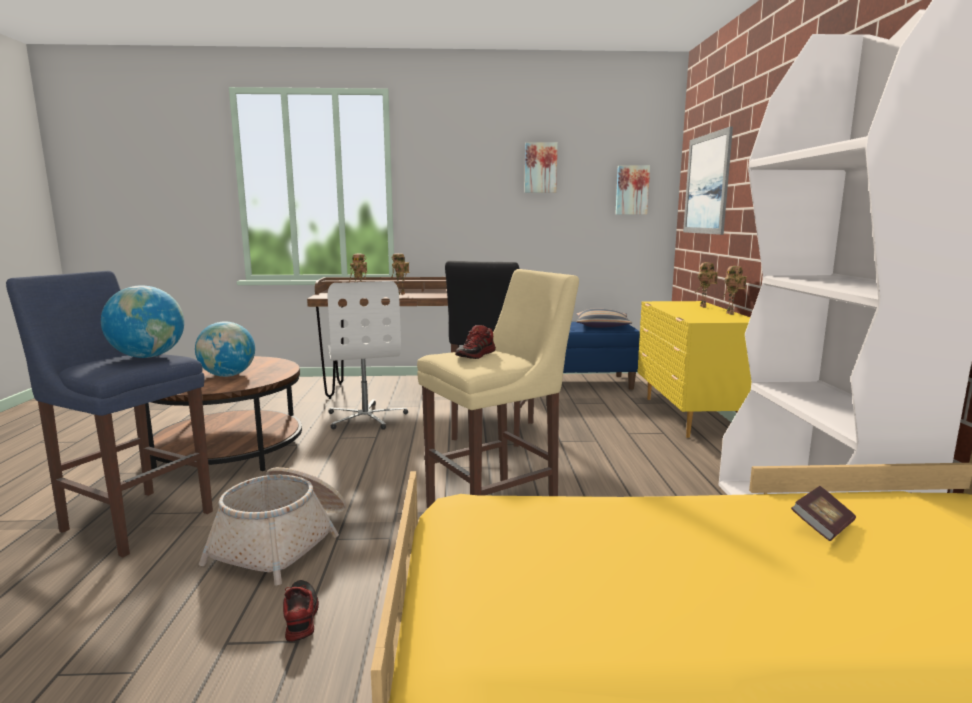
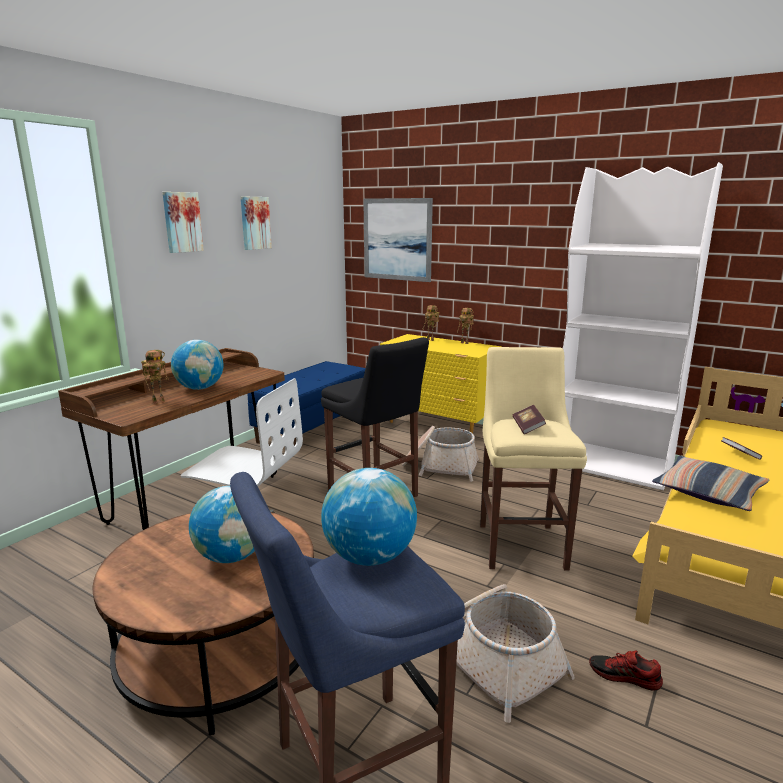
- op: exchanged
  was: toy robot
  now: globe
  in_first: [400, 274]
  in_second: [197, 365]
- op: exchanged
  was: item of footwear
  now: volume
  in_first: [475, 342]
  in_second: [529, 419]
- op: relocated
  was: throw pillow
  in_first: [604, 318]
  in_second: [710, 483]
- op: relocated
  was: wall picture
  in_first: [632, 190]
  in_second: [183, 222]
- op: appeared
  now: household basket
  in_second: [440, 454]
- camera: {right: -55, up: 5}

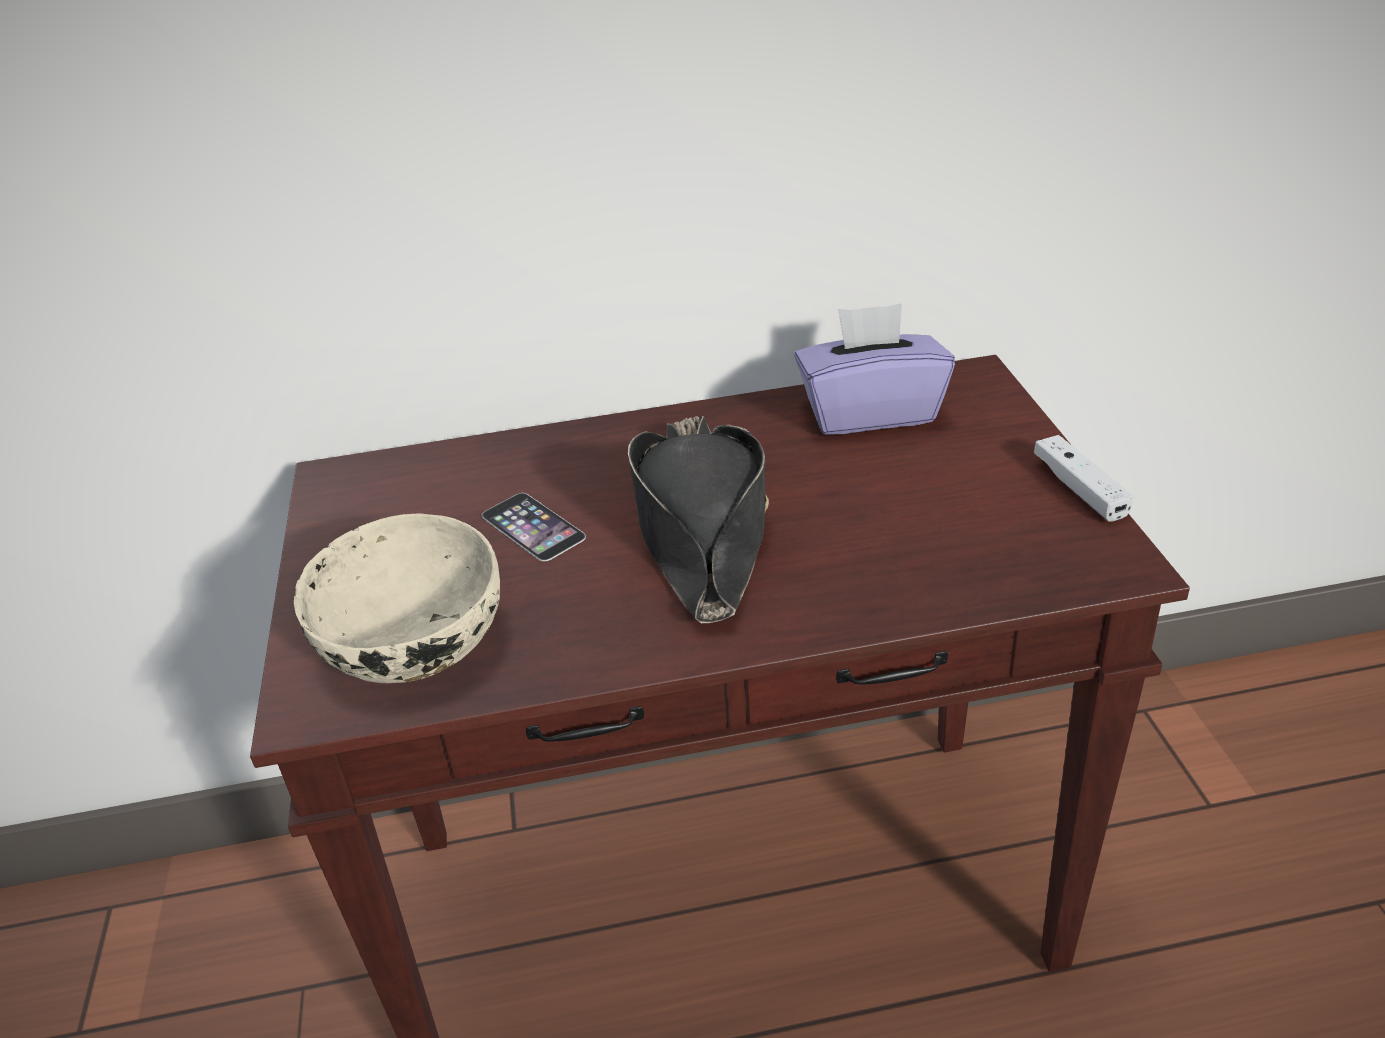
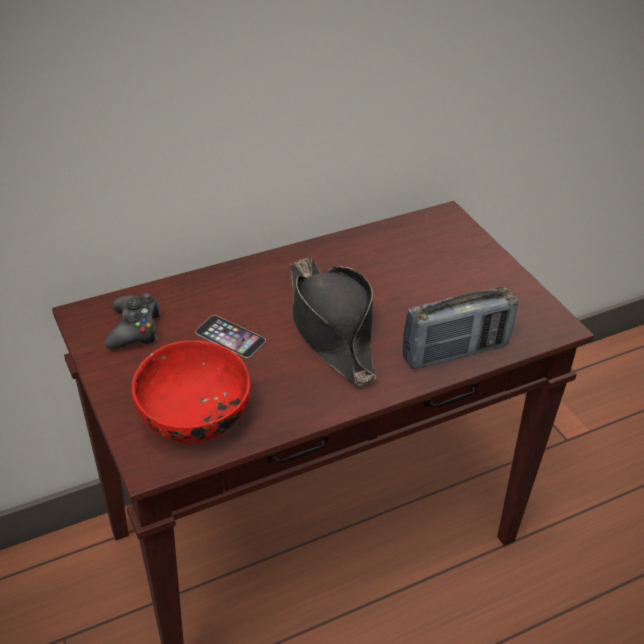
- op: colour
  was: beige-coloured serving bowl
  now: reddish serving bowl
  in_first: [397, 598]
  in_second: [191, 392]
- op: missing
  was: purplish box of tissues
  in_first: [874, 369]
- op: missing
  was: white joypad
  in_first: [1084, 478]
- op: appeared
  now: black-coloured joypad
  in_second: [133, 321]
- op: appeared
  now: radio receiver
  in_second: [460, 328]
- camera: {right: -20, up: 5}

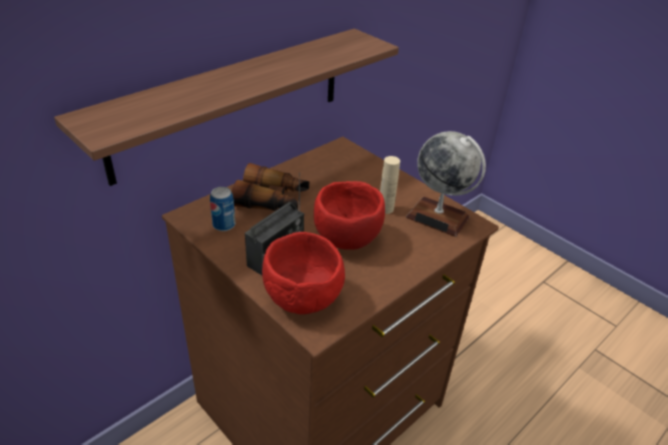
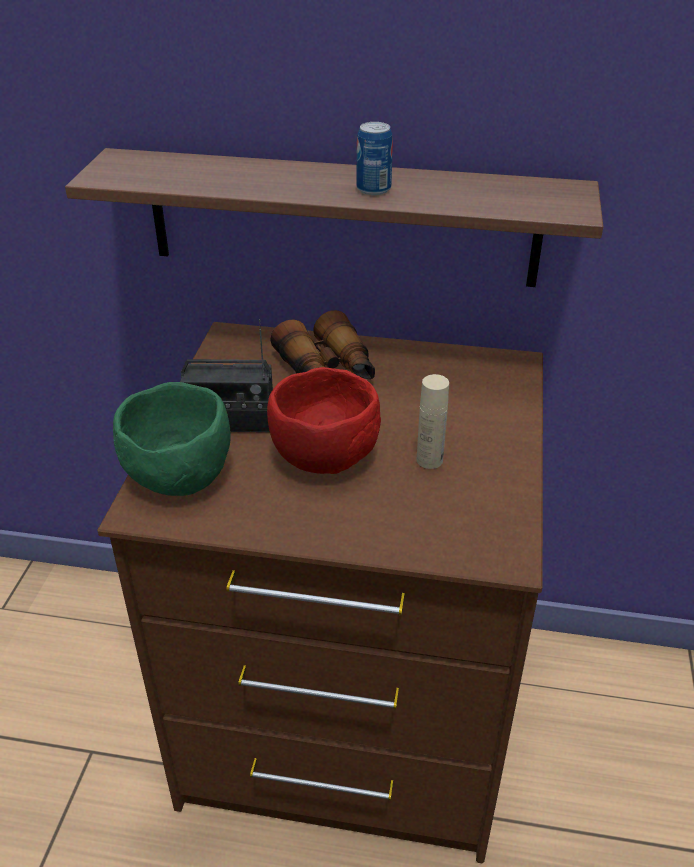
- op: relocated
  was: metal can
  in_first: [222, 209]
  in_second: [375, 158]
- op: colour
  was: reddish serving bowl
  now: green serving bowl
  in_first: [303, 273]
  in_second: [172, 439]
- op: missing
  was: globe
  in_first: [446, 184]
- camera: {right: 55, up: 0}

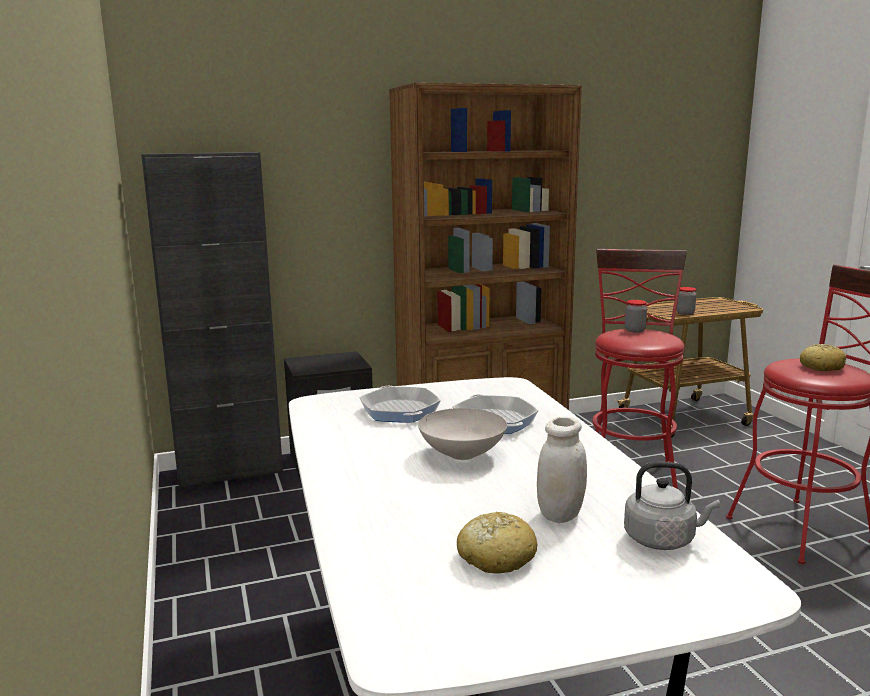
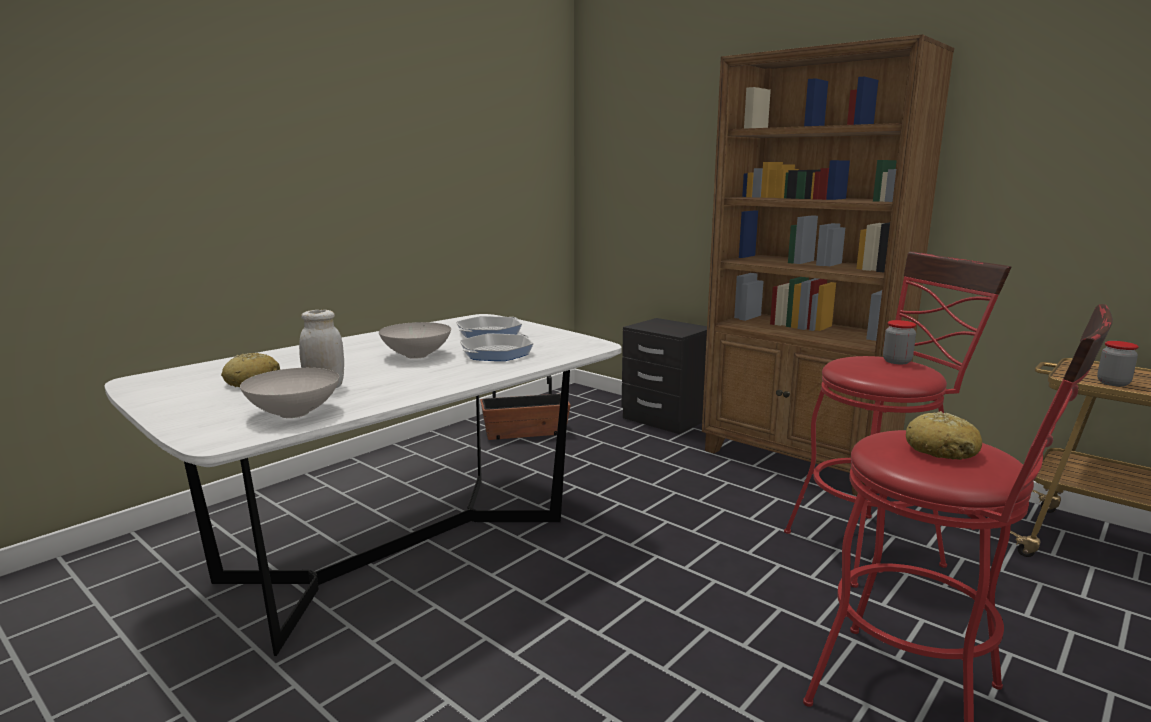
- op: missing
  was: black-coloured storage cabinet
  in_first: [212, 320]
- op: exchanged
  was: greyish kettle
  now: white serving bowl
  in_first: [672, 506]
  in_second: [289, 393]
- op: appeared
  now: flower pot
  in_second: [525, 407]
- camera: {right: 60, up: 0}

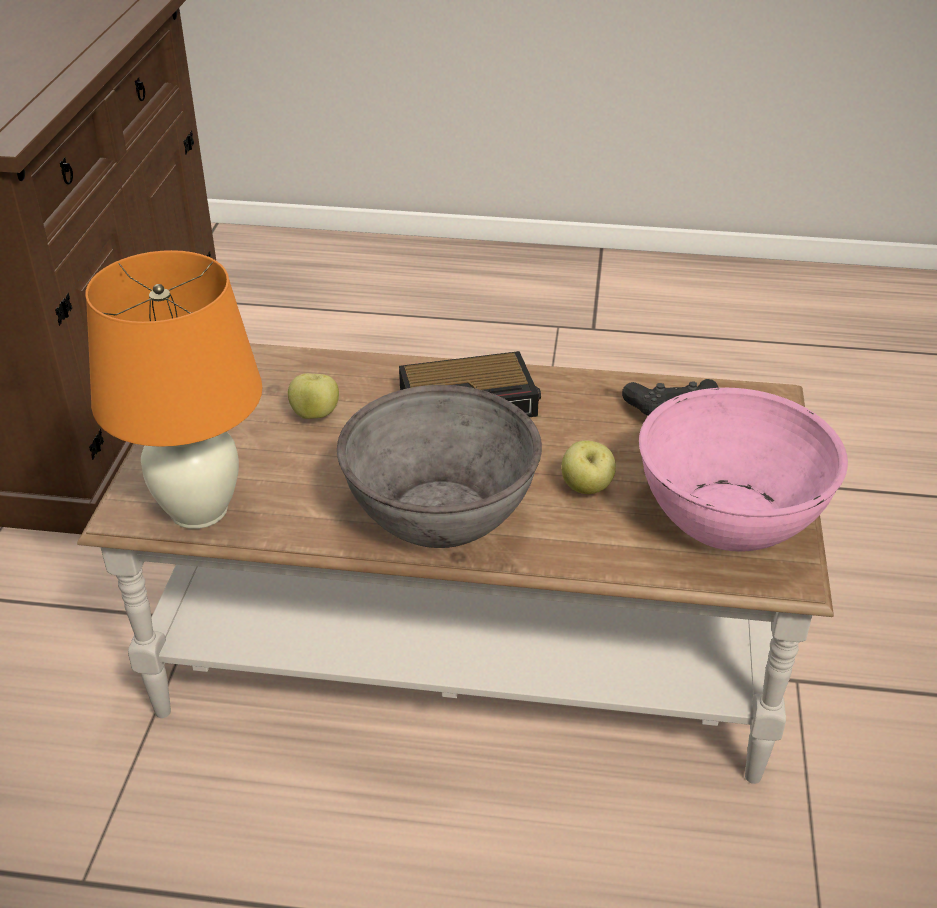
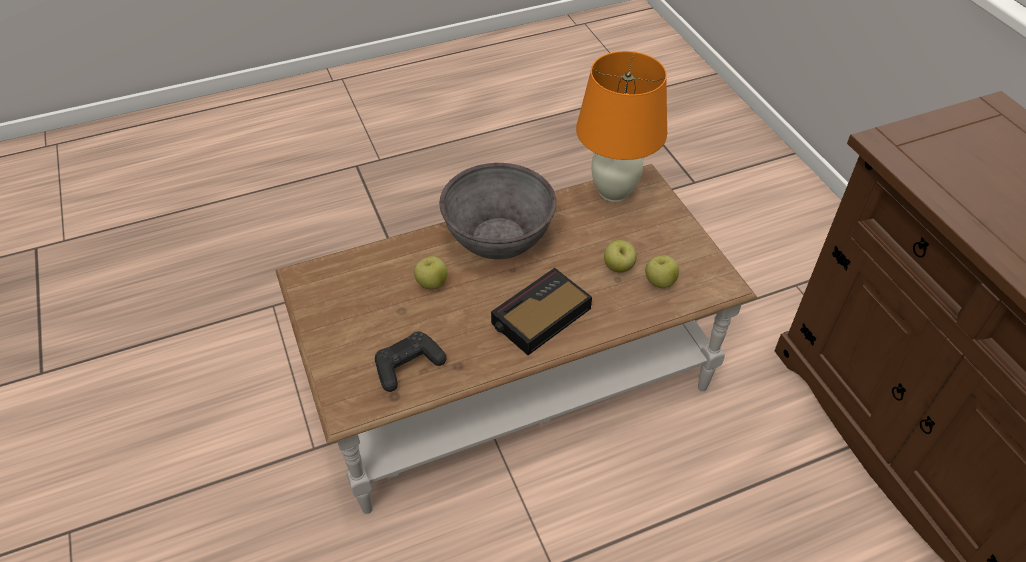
- op: missing
  was: pink-coloured serving bowl
  in_first: [743, 470]
- op: appeared
  now: apple fruit
  in_second: [662, 271]
- camera: {right: 150, up: 10}

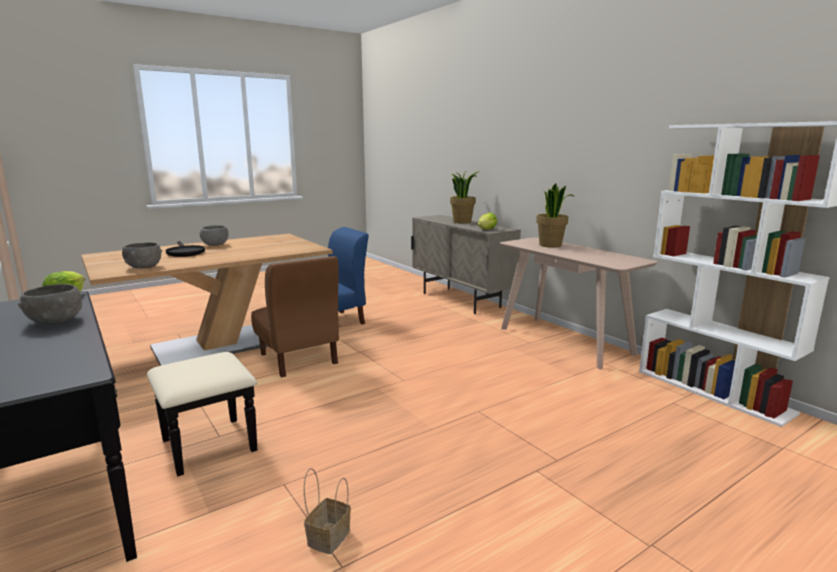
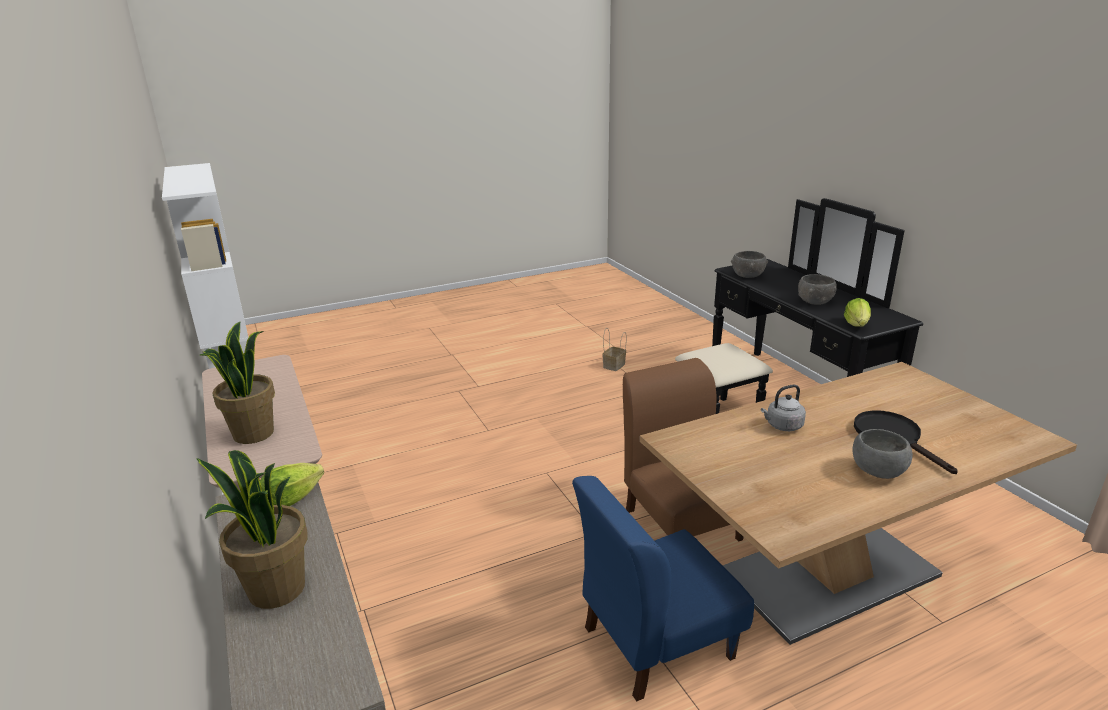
- op: relocated
  was: greyish serving bowl
  in_first: [142, 255]
  in_second: [749, 264]
- op: appeared
  now: greyish kettle
  in_second: [783, 407]
- camera: {right: -170, up: 10}

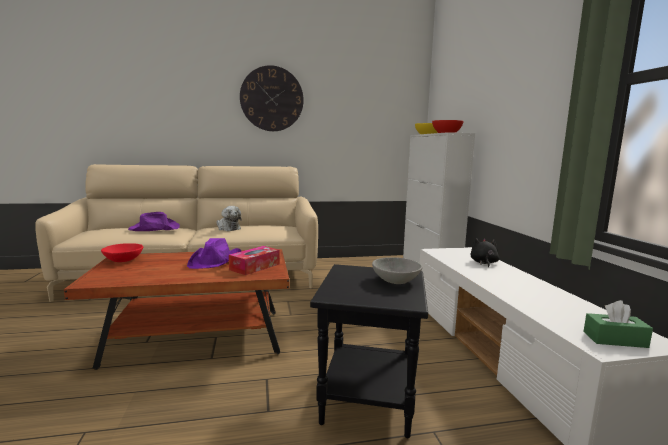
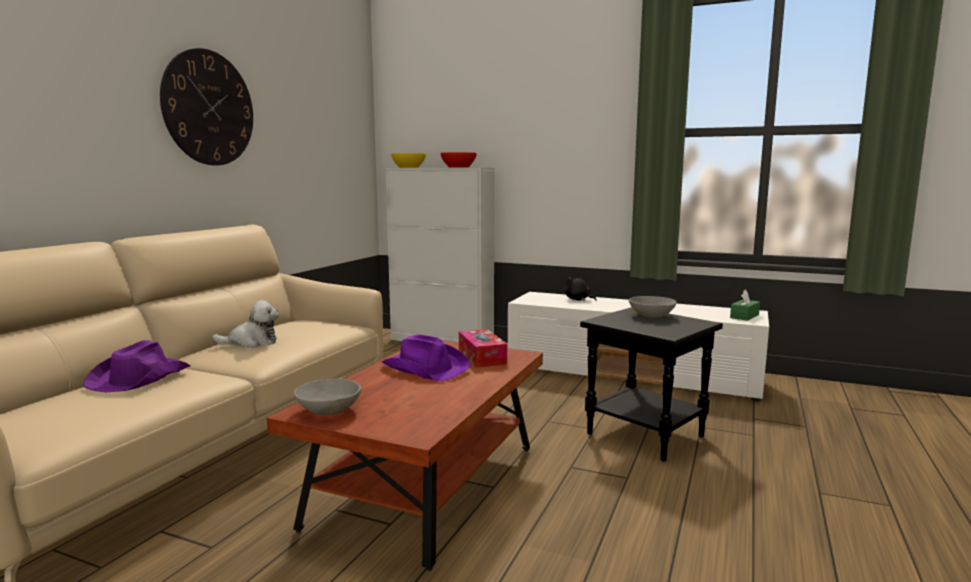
- op: colour
  was: reddish serving bowl
  now: greyish serving bowl
  in_first: [122, 252]
  in_second: [327, 397]
- camera: {right: -55, up: 0}

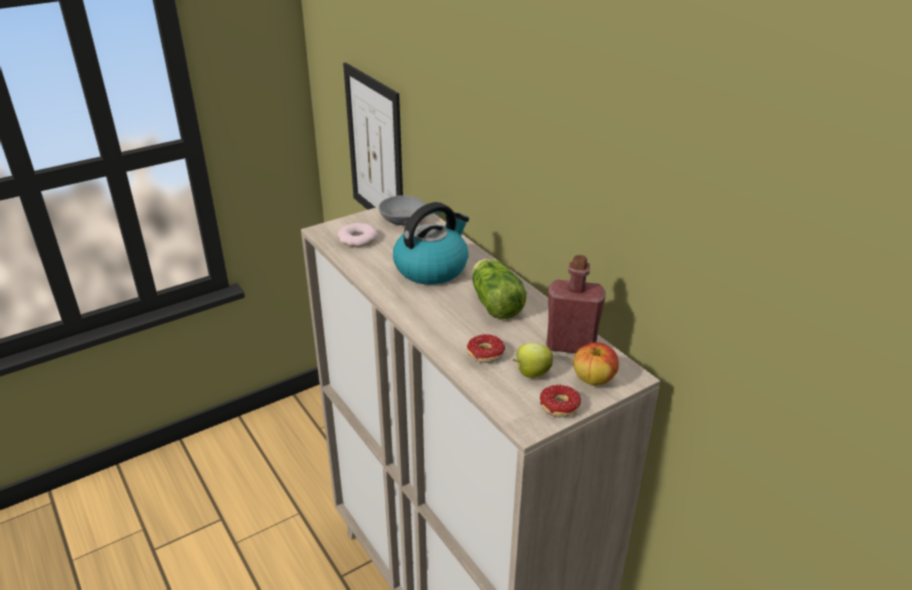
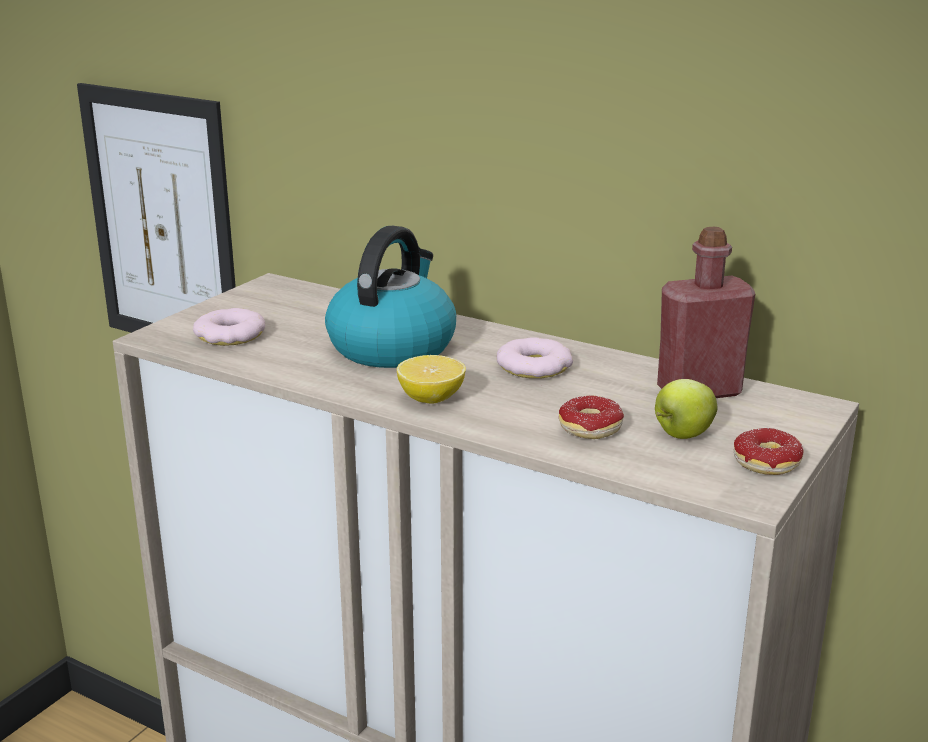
- op: missing
  was: greyish serving bowl
  in_first: [402, 210]
- op: exchanged
  was: lettuce head
  now: doughnut
  in_first: [499, 289]
  in_second: [534, 358]
- op: missing
  was: apple fruit
  in_first: [596, 364]
- op: appeared
  now: citrus fruit
  in_second: [431, 379]
- camera: {right: -25, up: -10}

